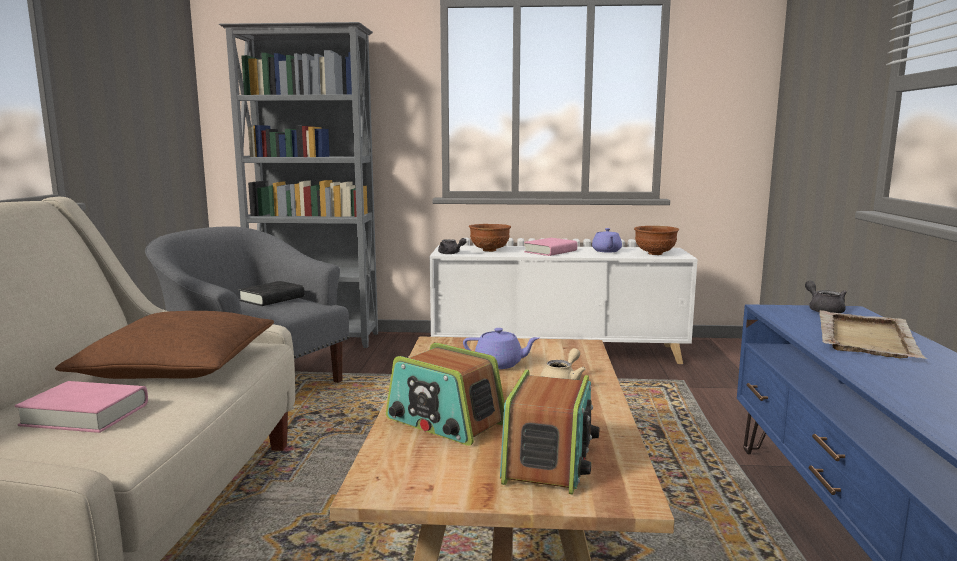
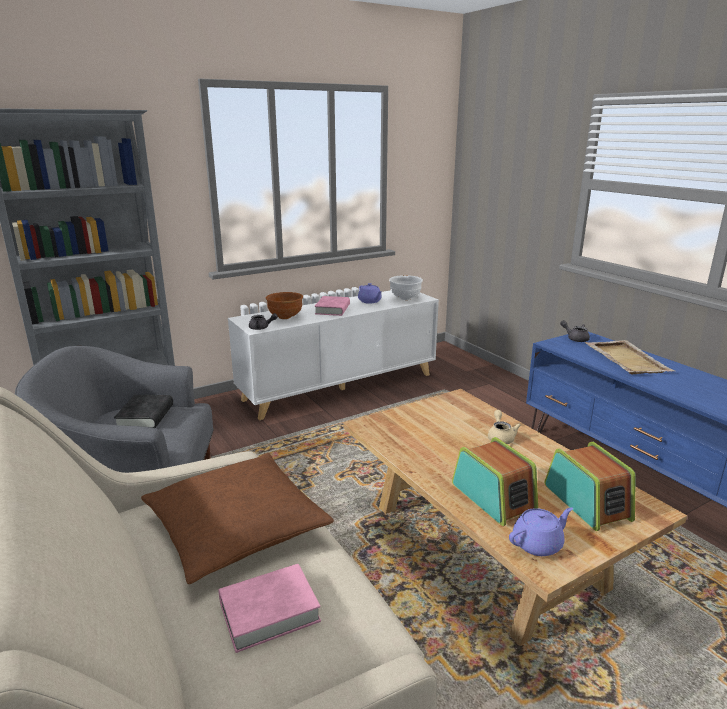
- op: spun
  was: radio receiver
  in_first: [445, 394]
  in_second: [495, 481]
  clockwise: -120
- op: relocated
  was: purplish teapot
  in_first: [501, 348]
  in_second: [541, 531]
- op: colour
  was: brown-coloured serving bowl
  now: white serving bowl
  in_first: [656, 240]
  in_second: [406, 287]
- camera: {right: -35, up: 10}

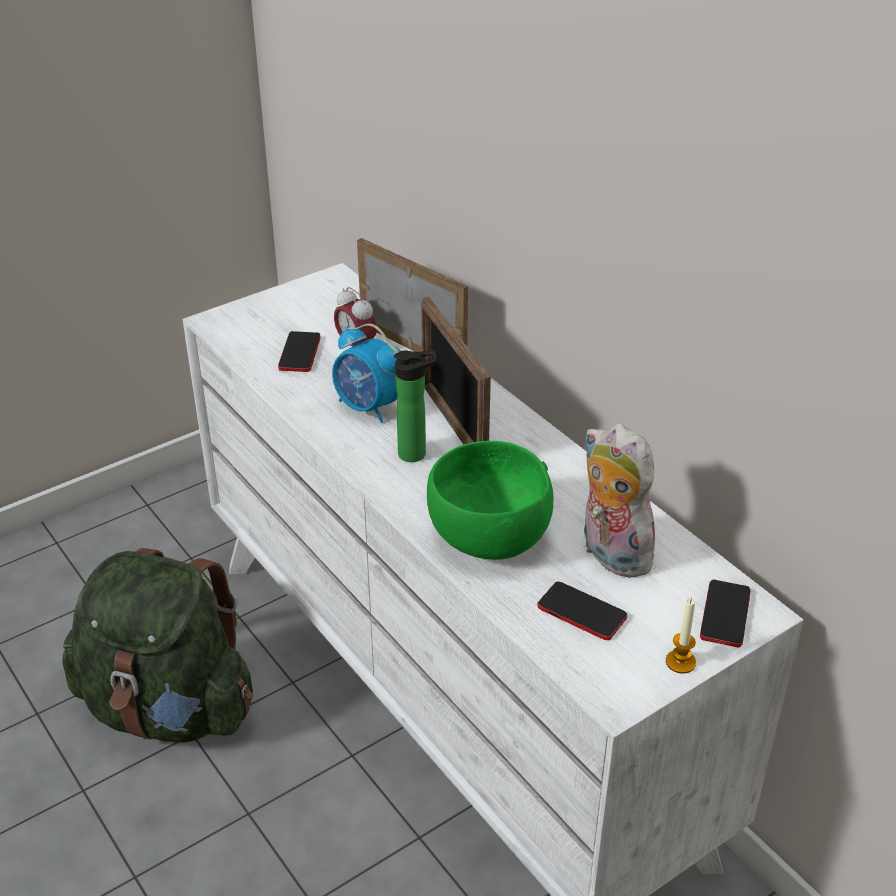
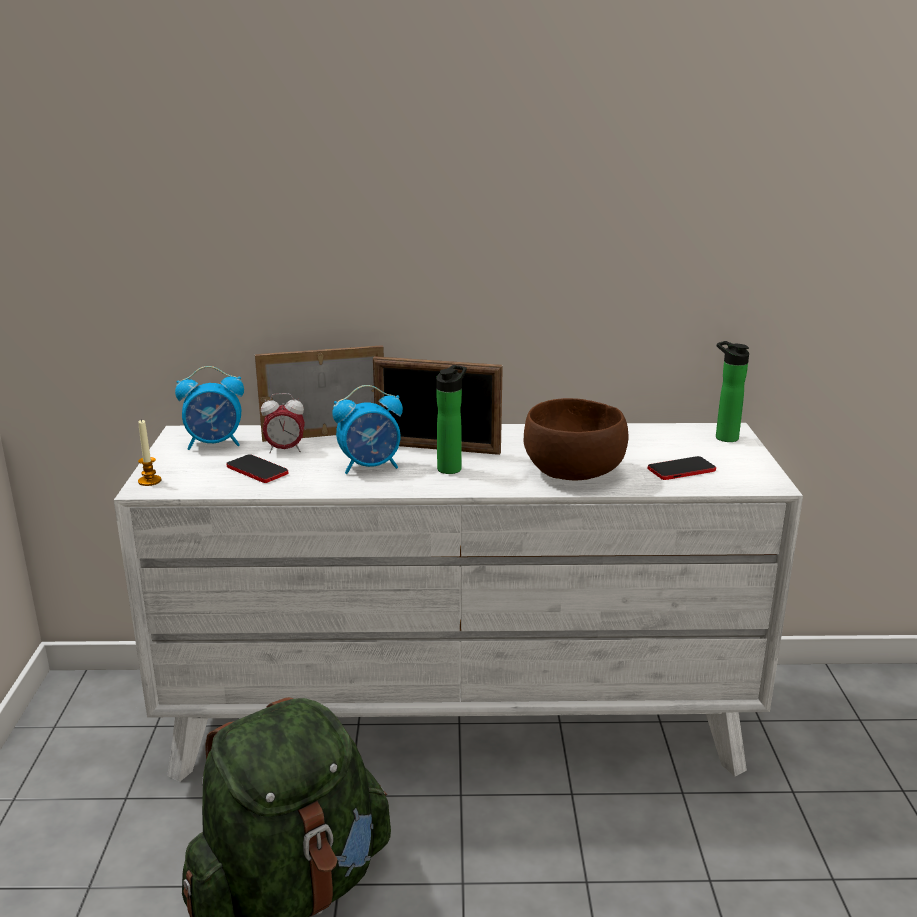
- op: colour
  was: green serving bowl
  now: brown-coloured serving bowl
  in_first: [490, 500]
  in_second: [575, 439]
- op: missing
  was: cuddly toy
  in_first: [623, 500]
- op: relocated
  was: wax candle
  in_first: [681, 636]
  in_second: [149, 452]
- op: exchanged
  was: handset
  now: bottle
  in_first: [725, 614]
  in_second: [732, 391]
- op: appeared
  now: alarm clock
  in_second: [209, 408]
- camera: {right: -55, up: -15}

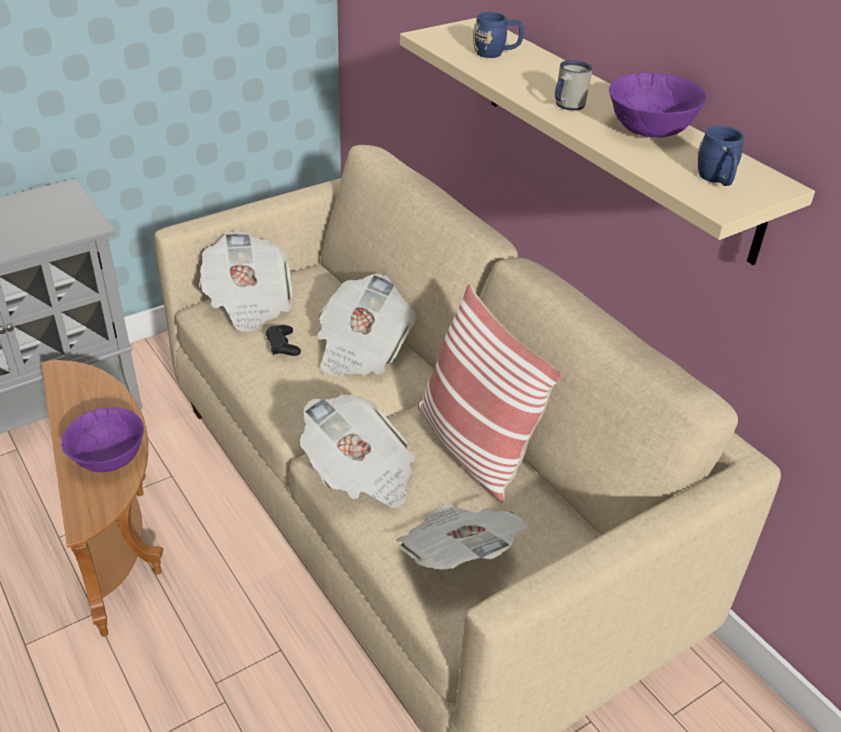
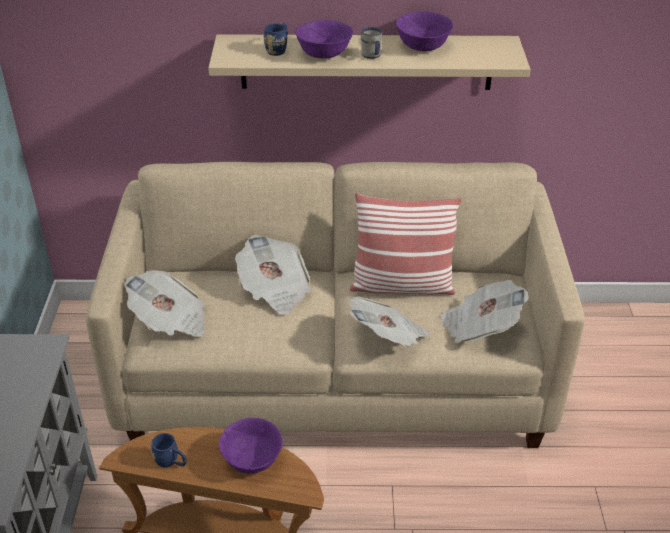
- op: missing
  was: black-coloured joypad
  in_first: [283, 340]
- op: relocated
  was: bluish coffee mug
  in_first: [721, 156]
  in_second: [169, 450]
- op: appeared
  now: purplish serving bowl
  in_second: [324, 39]
- camera: {right: -55, up: 0}

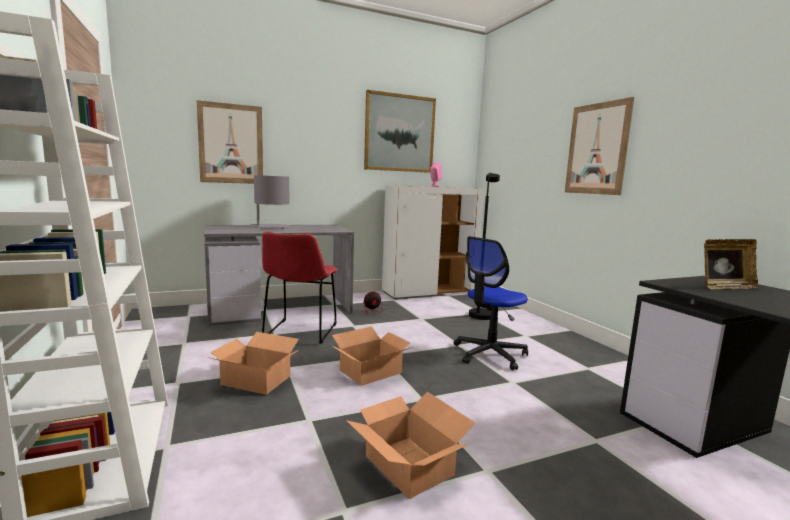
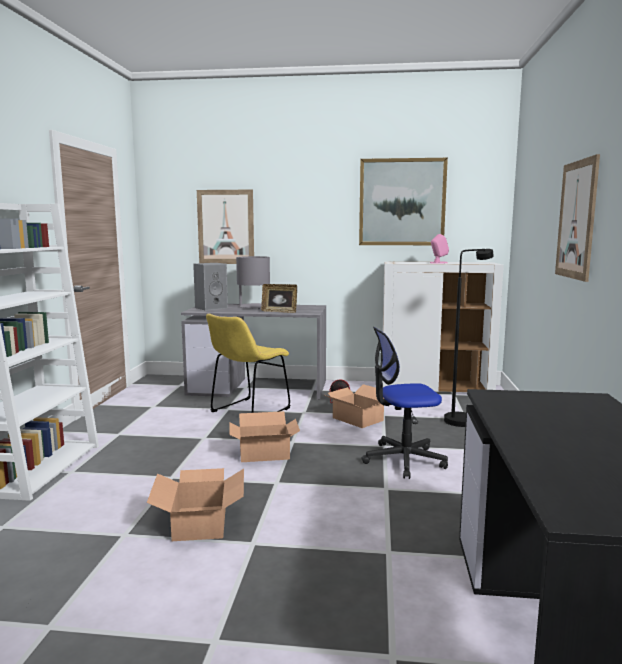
- op: relocated
  was: cardboard box
  in_first: [253, 363]
  in_second: [354, 406]
- op: colour
  was: reddish chair
  now: yellowish chair
  in_first: [299, 287]
  in_second: [248, 363]
- op: relocated
  was: photo frame
  in_first: [731, 264]
  in_second: [279, 298]
- op: appeared
  now: greyish audio speaker
  in_second: [210, 287]
- camera: {right: 30, up: 0}

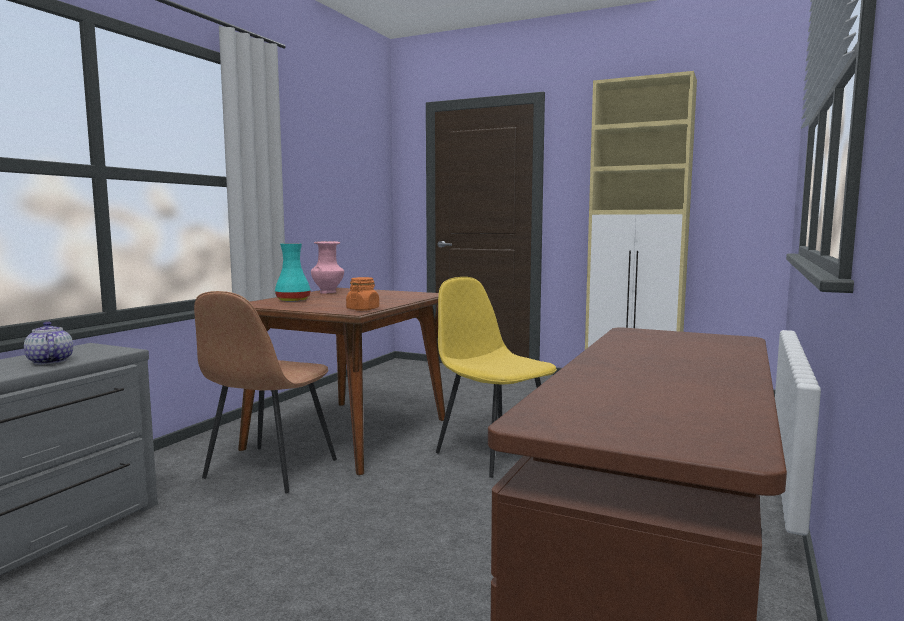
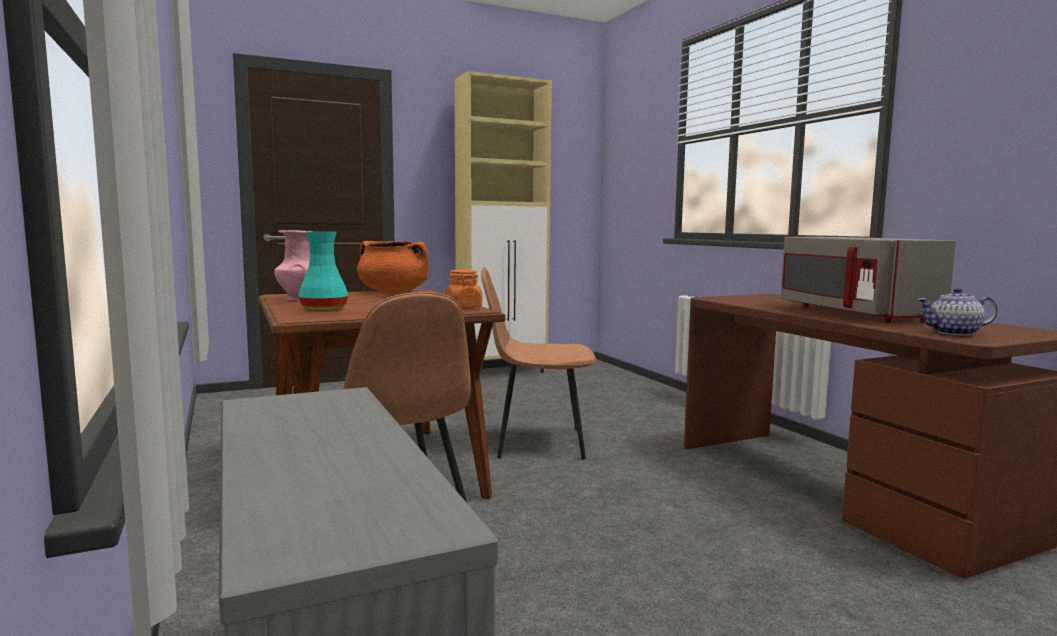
- op: relocated
  was: teapot
  in_first: [48, 343]
  in_second: [957, 312]
- op: colour
  was: yellowish chair
  now: brown-coloured chair
  in_first: [496, 377]
  in_second: [538, 363]
- op: appeared
  now: orange saucepot
  in_second: [393, 267]
- op: appeared
  now: greyish microwave oven
  in_second: [868, 280]
- camera: {right: -50, up: 0}

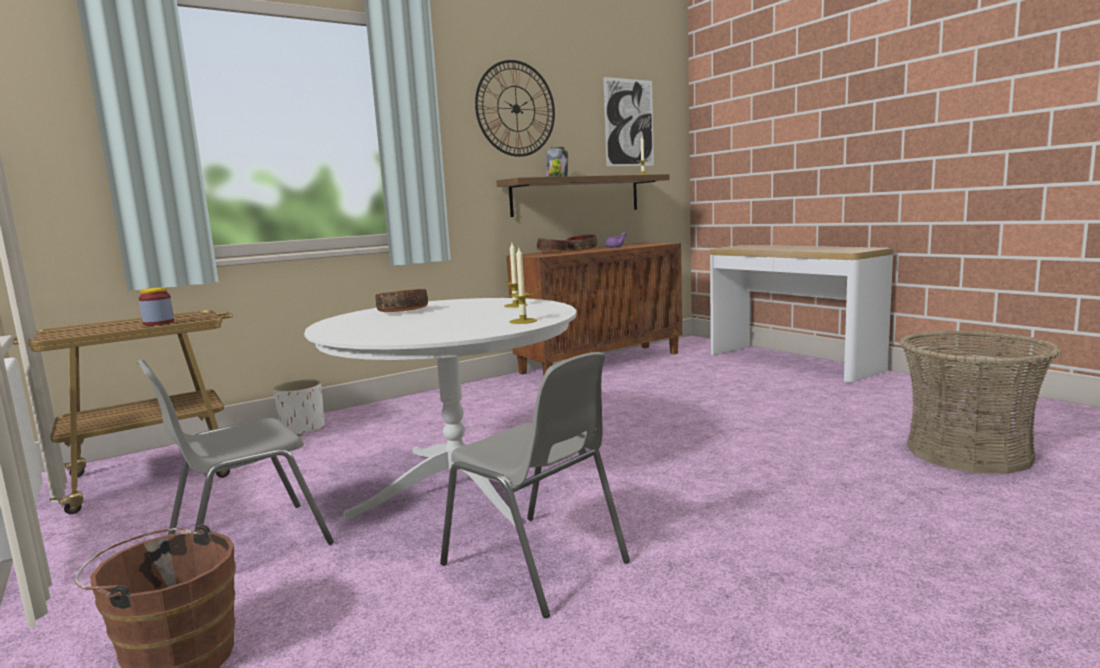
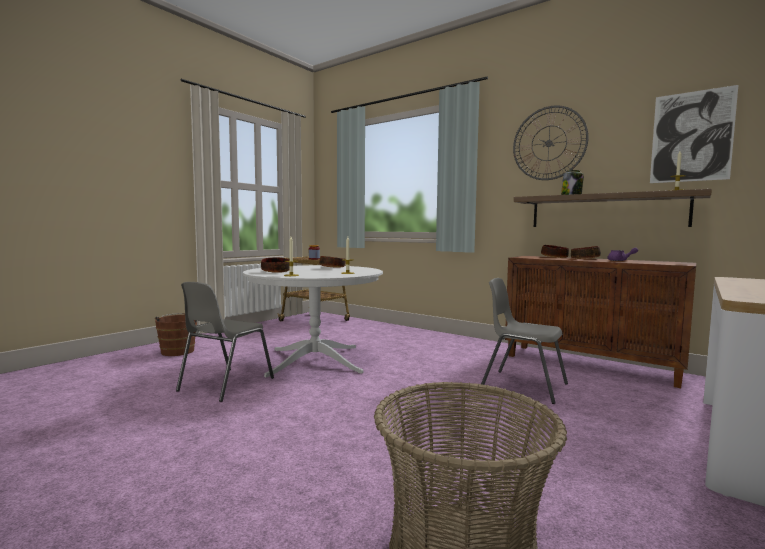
- op: relocated
  was: greyish chair
  in_first: [235, 452]
  in_second: [524, 341]
- op: missing
  was: white flower pot
  in_first: [298, 407]
- op: appeared
  now: serving bowl
  in_second: [275, 265]
- camera: {right: 70, up: -5}

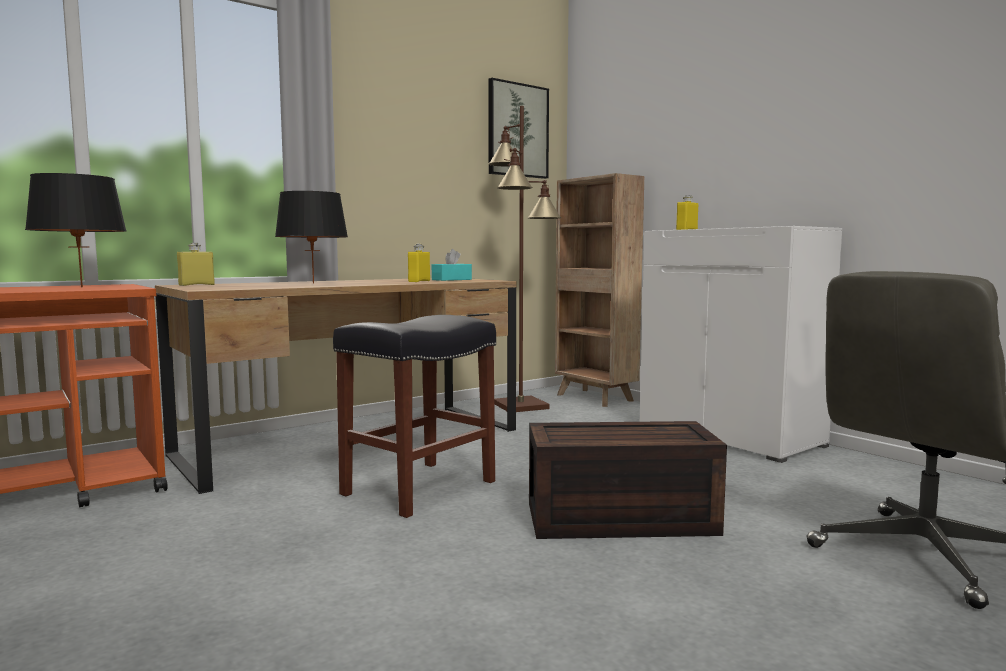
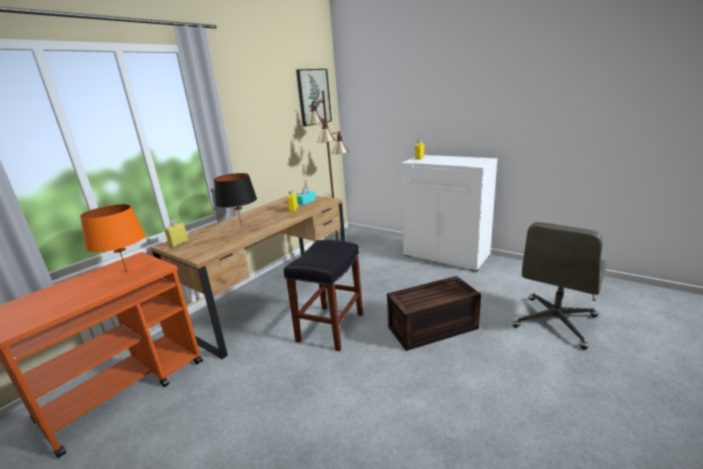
- op: colour
  was: black-coloured lamp for a table
  now: orange lamp for a table
  in_first: [76, 230]
  in_second: [113, 238]
- op: missing
  was: brown-coloured bookshelf
  in_first: [599, 290]
- camera: {right: -15, up: 15}

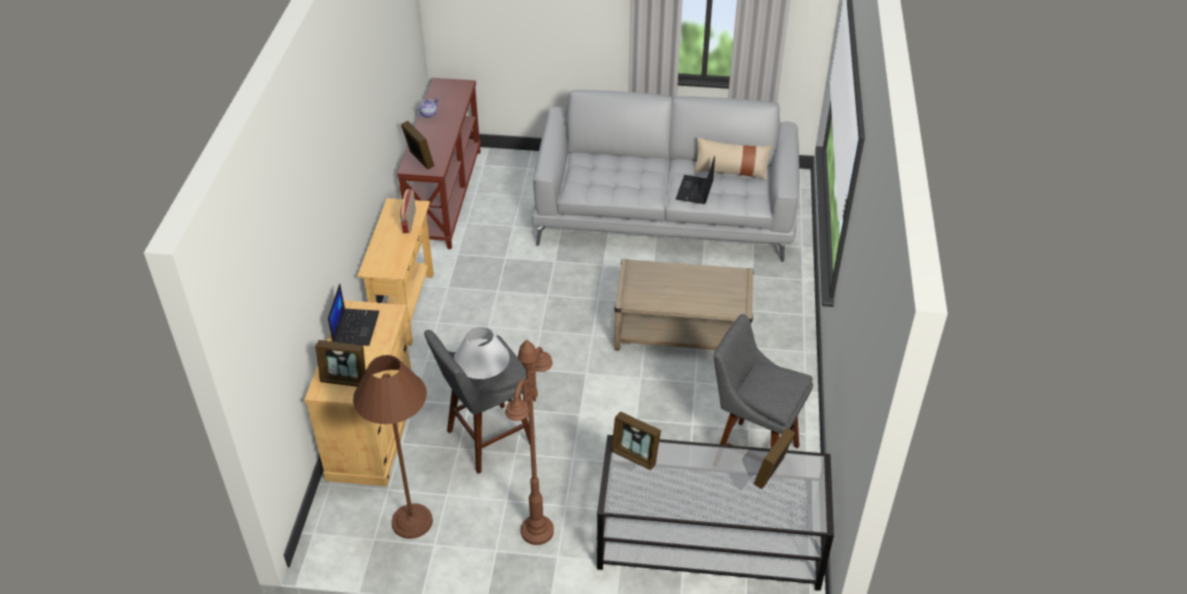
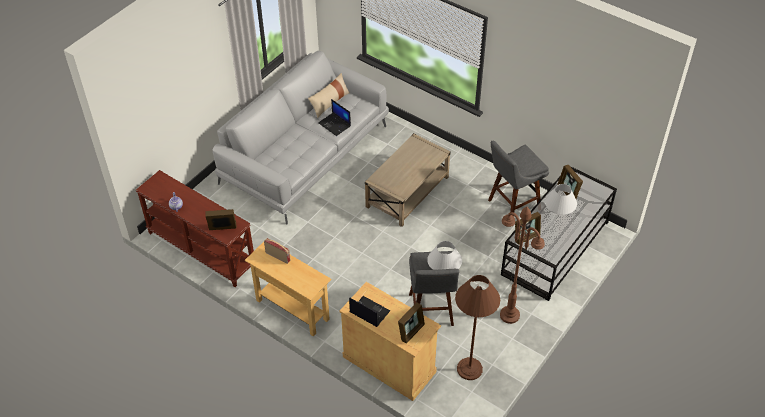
- op: appeared
  now: white lamp for a table
  in_second: [561, 199]
- camera: {right: -60, up: 5}

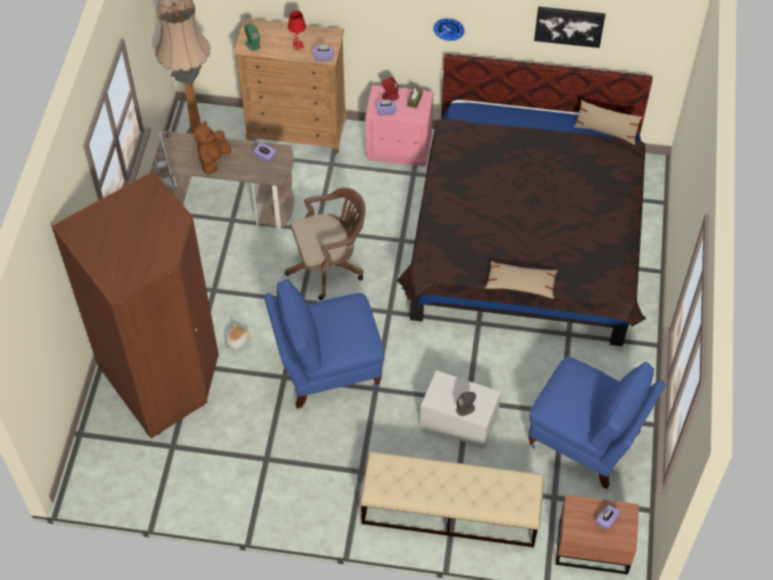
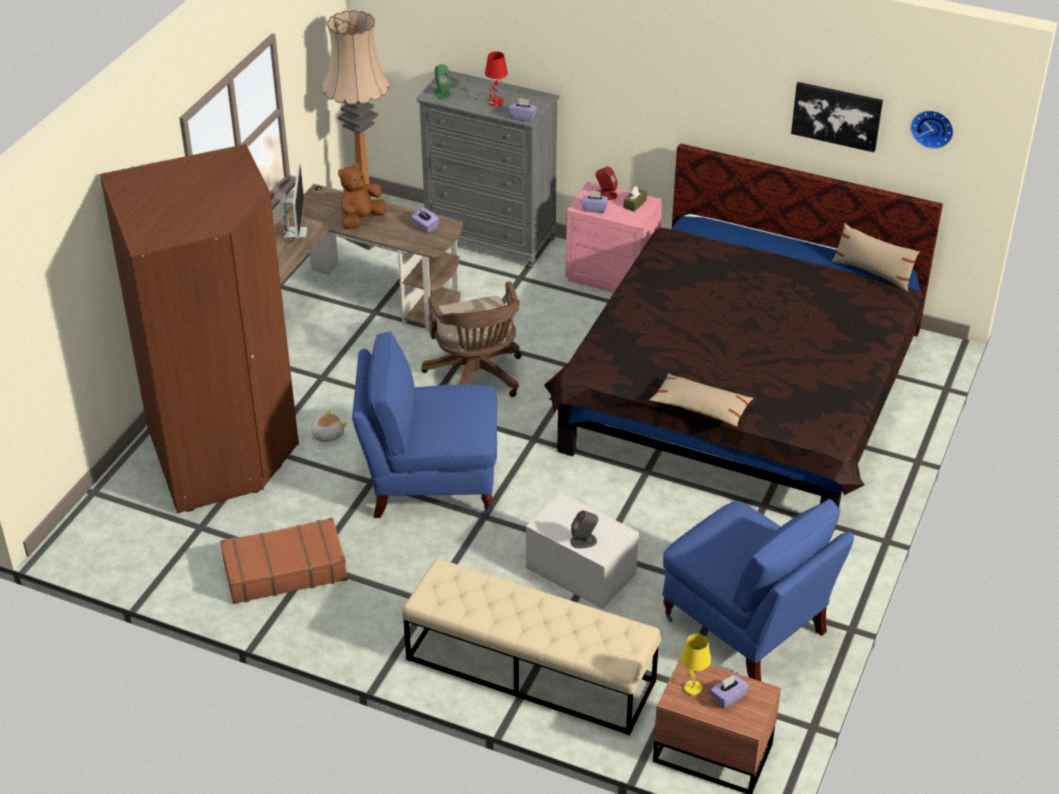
- op: colour
  was: brown-coloured dresser
  now: greyish dresser
  in_first: [290, 86]
  in_second: [488, 170]
- op: spun
  was: brown-coloured office chair
  in_first: [325, 244]
  in_second: [471, 339]
  clockwise: 75
- op: relocated
  was: wall clock
  in_first: [449, 29]
  in_second: [932, 129]
- op: appeared
  now: brown-coloured suitcase
  in_second: [284, 560]
- op: appeared
  now: yellowish lamp for a table
  in_second: [696, 665]
- camera: {right: 15, up: -15}

